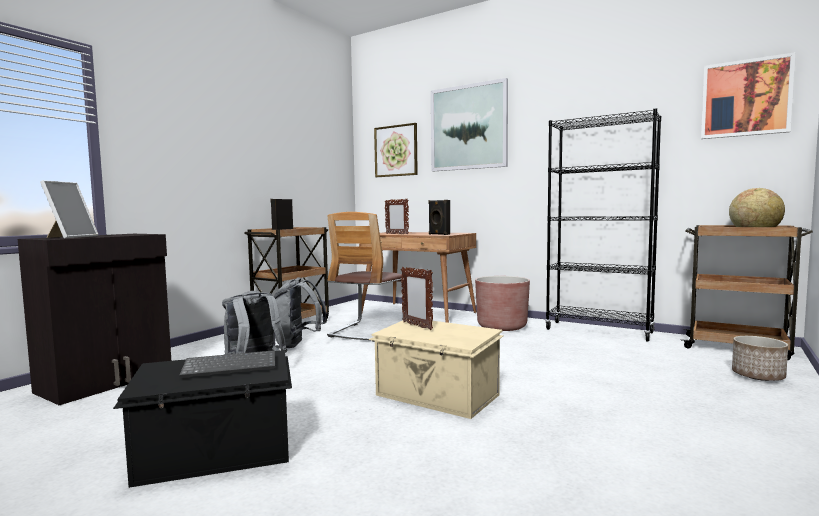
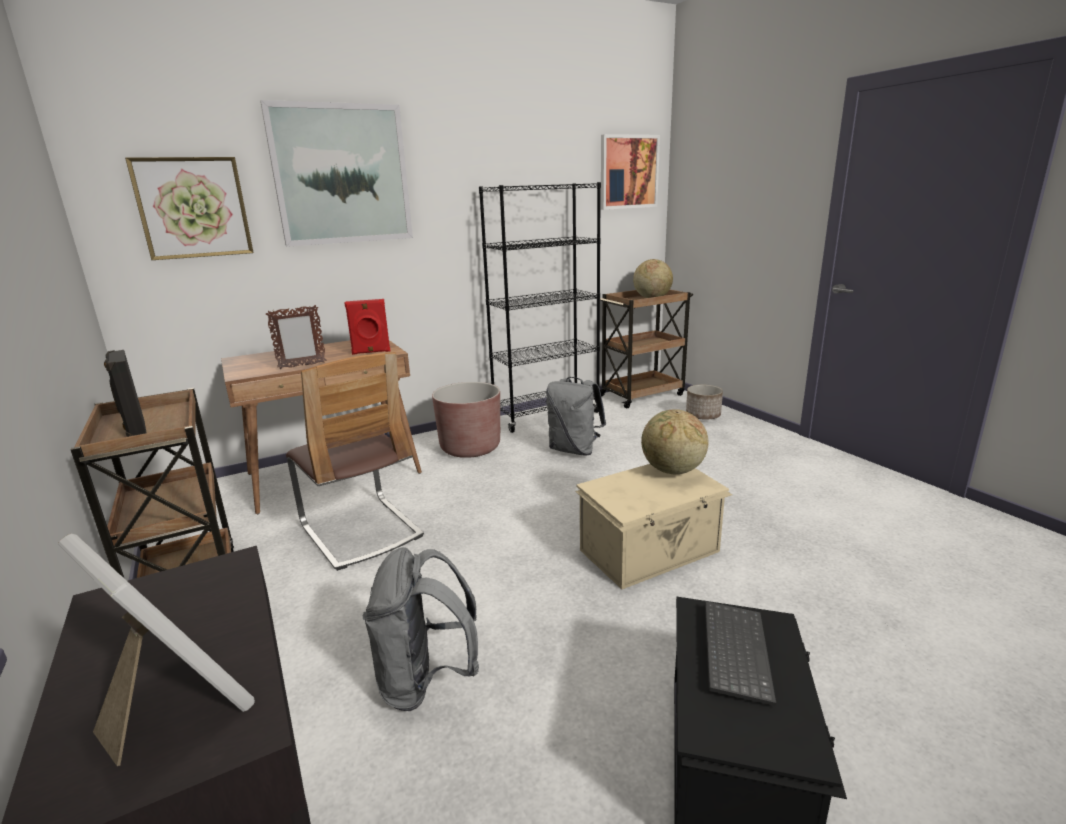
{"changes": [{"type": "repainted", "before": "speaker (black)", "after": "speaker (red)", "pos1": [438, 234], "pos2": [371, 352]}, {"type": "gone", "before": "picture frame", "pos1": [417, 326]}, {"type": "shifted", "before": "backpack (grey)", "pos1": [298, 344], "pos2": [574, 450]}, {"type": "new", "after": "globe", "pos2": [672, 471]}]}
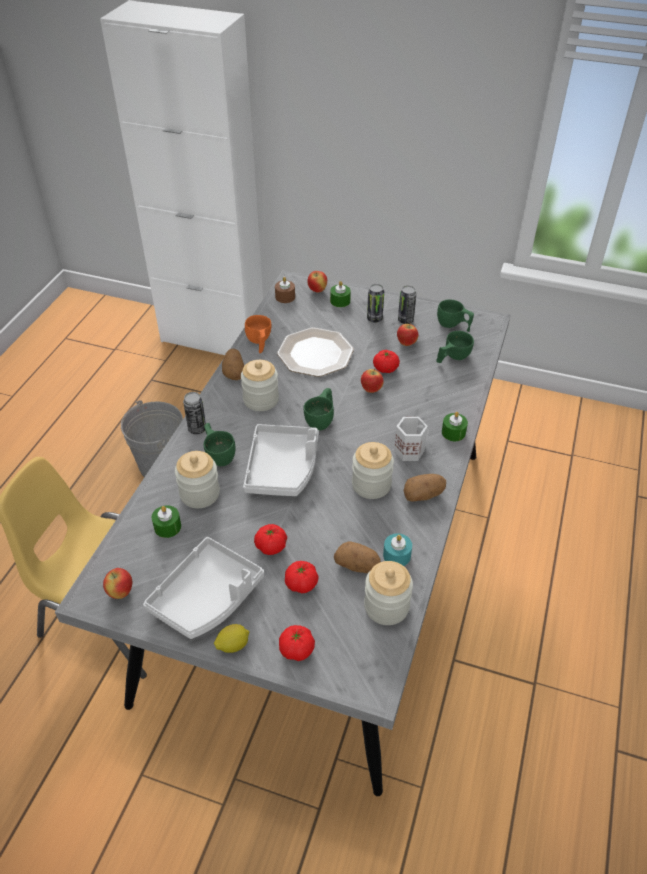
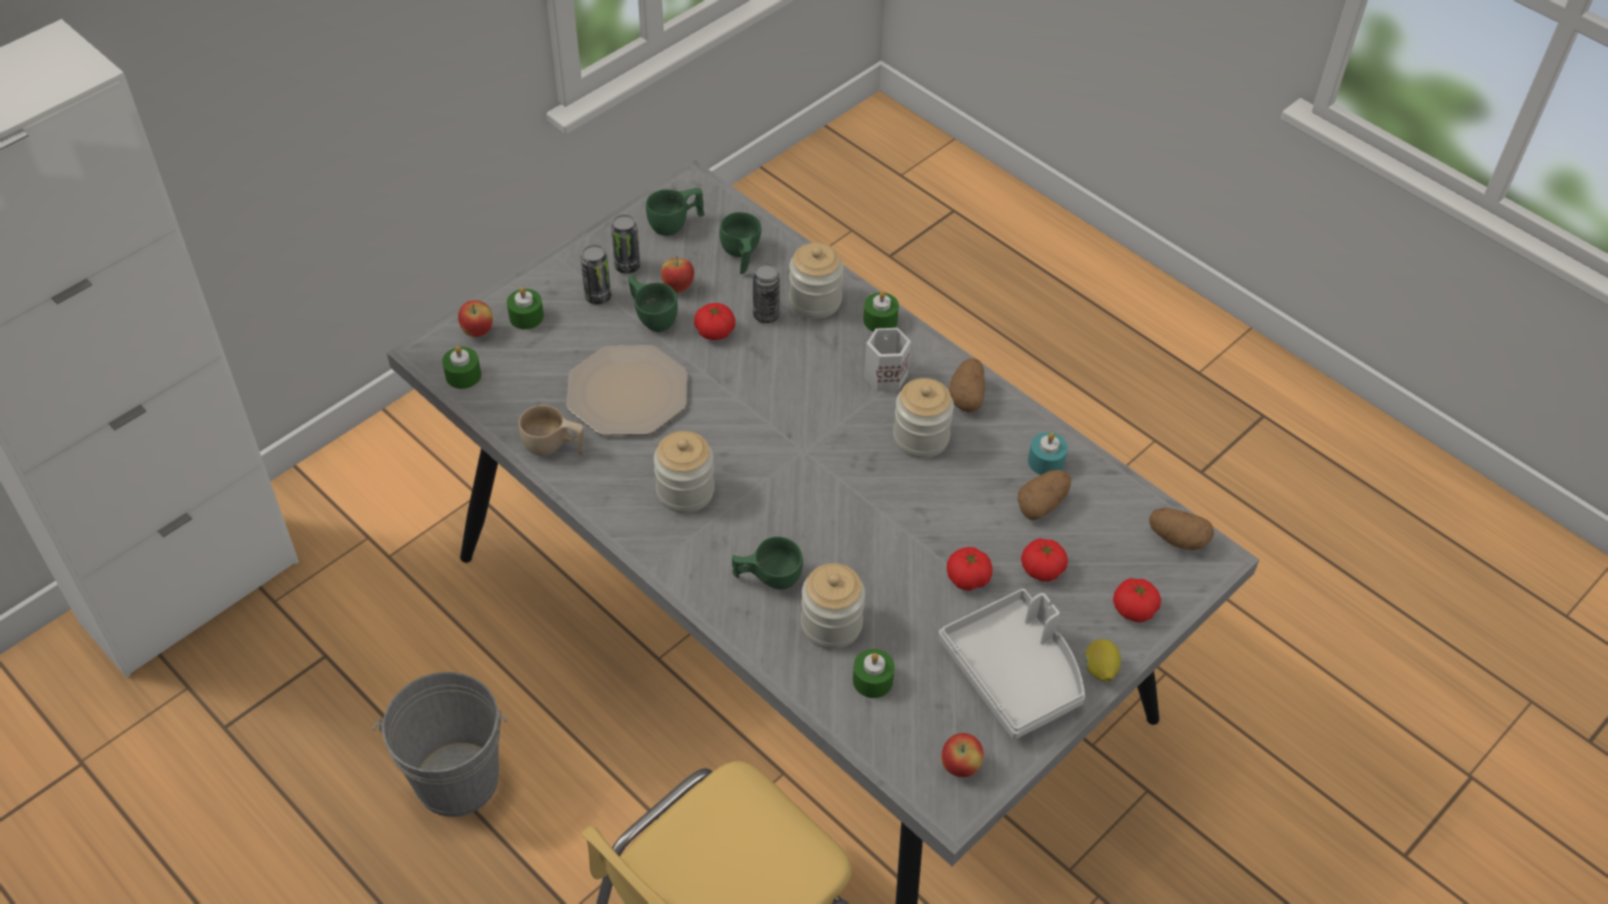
{"changes": [{"type": "repainted", "before": "candle (brown)", "after": "candle (green)", "pos1": [285, 297], "pos2": [463, 375]}, {"type": "repainted", "before": "cup (orange)", "after": "cup (beige)", "pos1": [259, 343], "pos2": [553, 447]}, {"type": "shifted", "before": "potato", "pos1": [234, 372], "pos2": [1177, 539]}, {"type": "gone", "before": "apple", "pos1": [371, 390]}, {"type": "shifted", "before": "cup (green)", "pos1": [322, 419], "pos2": [652, 316]}, {"type": "shifted", "before": "can", "pos1": [197, 429], "pos2": [766, 315]}, {"type": "gone", "before": "tray (grey)", "pos1": [283, 468]}, {"type": "shifted", "before": "jar", "pos1": [386, 606], "pos2": [815, 301]}]}
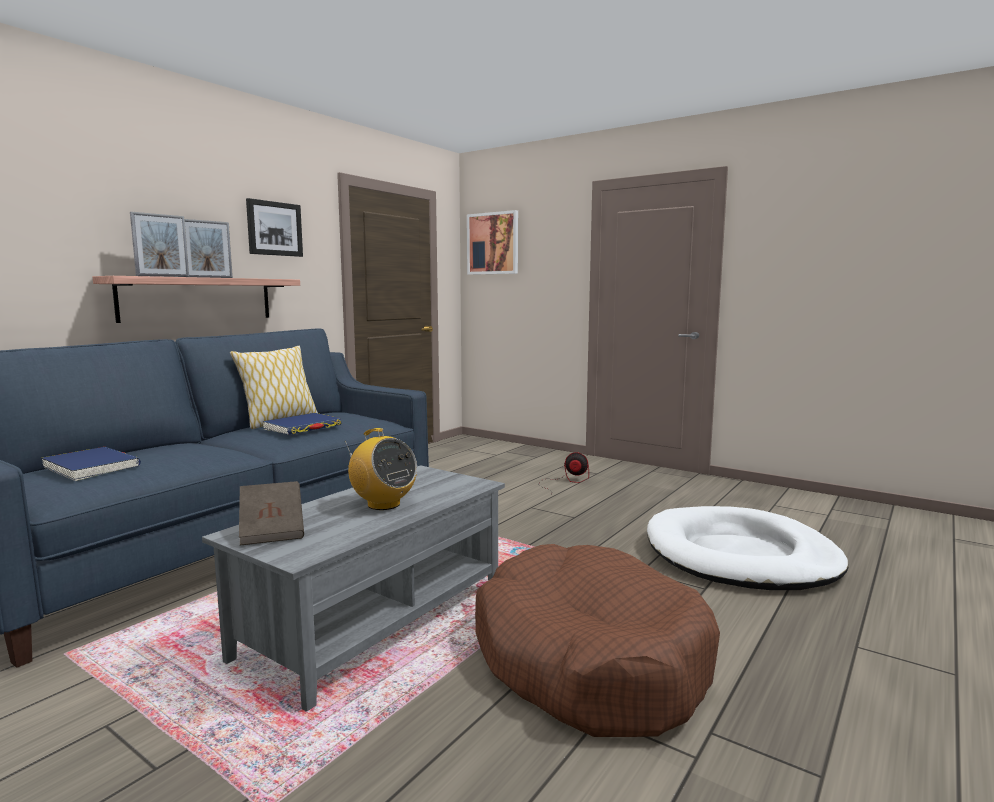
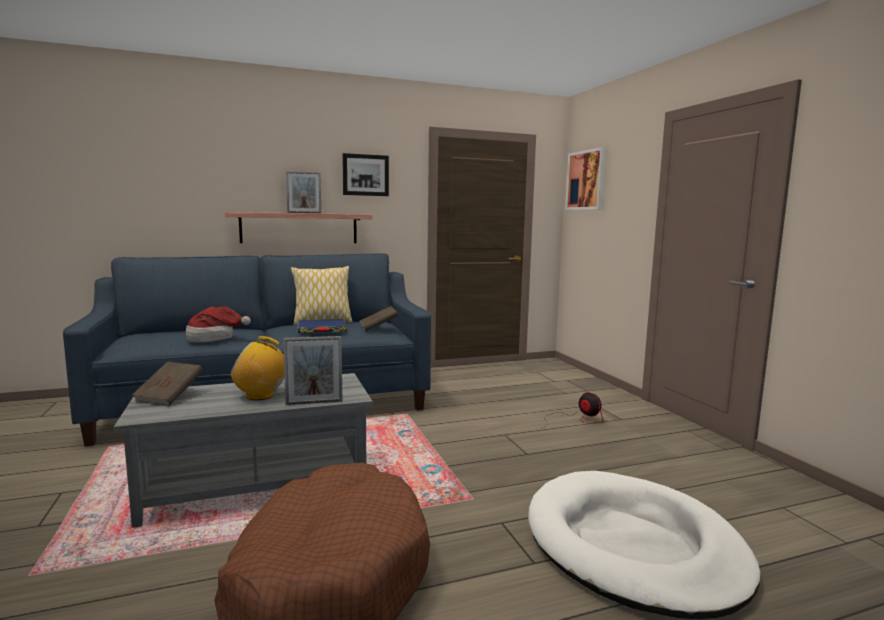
{"changes": [{"type": "shifted", "before": "picture frame", "pos1": [163, 276], "pos2": [314, 402]}, {"type": "rotated", "before": "radio", "pos1": [383, 504], "pos2": [260, 396], "turn": 105}, {"type": "gone", "before": "book (blue)", "pos1": [91, 467]}, {"type": "new", "after": "hat", "pos2": [214, 337]}, {"type": "new", "after": "book (brown)", "pos2": [378, 328]}]}
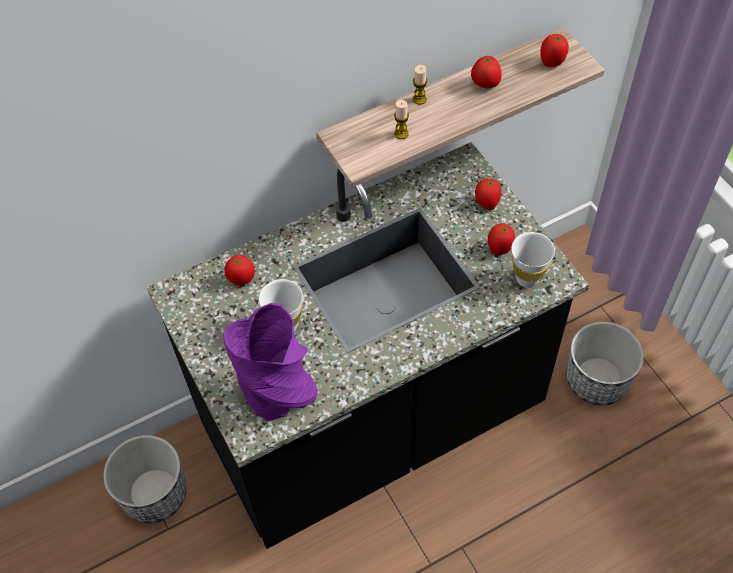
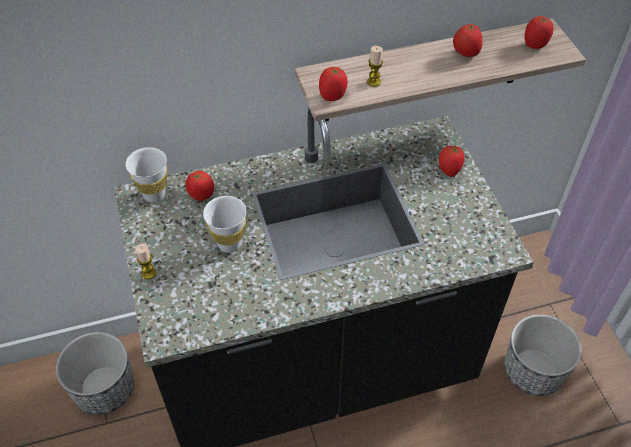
{"changes": [{"type": "shifted", "before": "candle", "pos1": [419, 99], "pos2": [149, 273]}, {"type": "shifted", "before": "tomato", "pos1": [500, 248], "pos2": [333, 96]}, {"type": "shifted", "before": "cup (white)", "pos1": [527, 279], "pos2": [154, 195]}, {"type": "gone", "before": "vase (purple)", "pos1": [277, 391]}]}
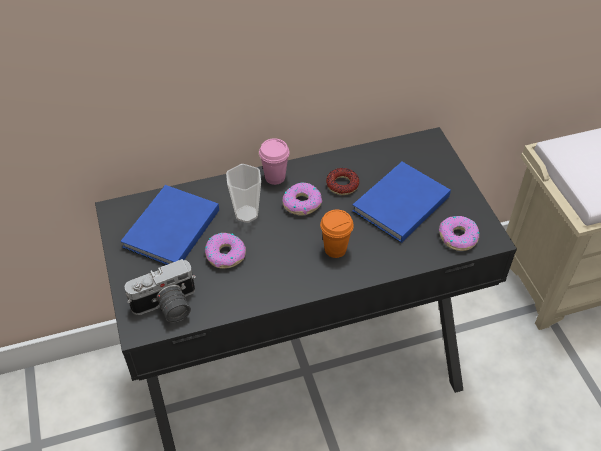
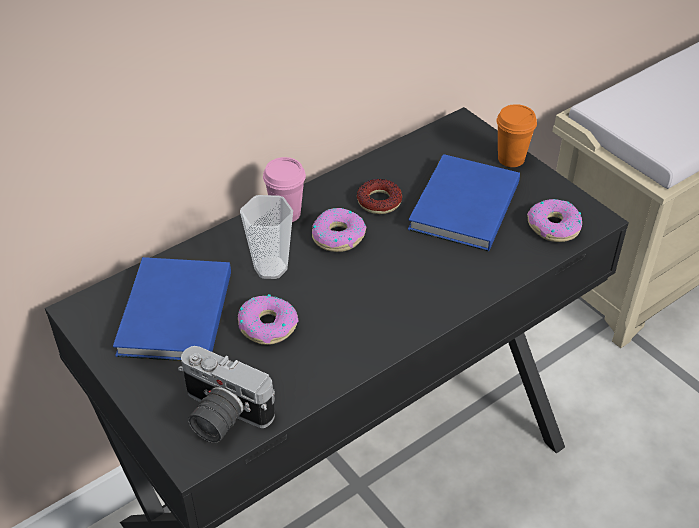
{"changes": [{"type": "shifted", "before": "cup (orange)", "pos1": [335, 249], "pos2": [511, 159]}, {"type": "rotated", "before": "photo camera", "pos1": [167, 307], "pos2": [219, 416], "turn": 75}]}
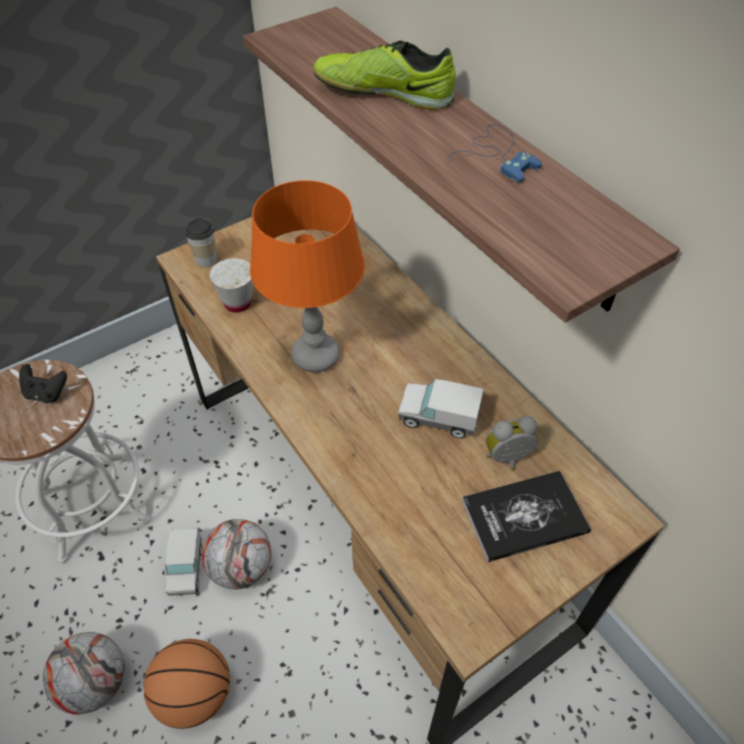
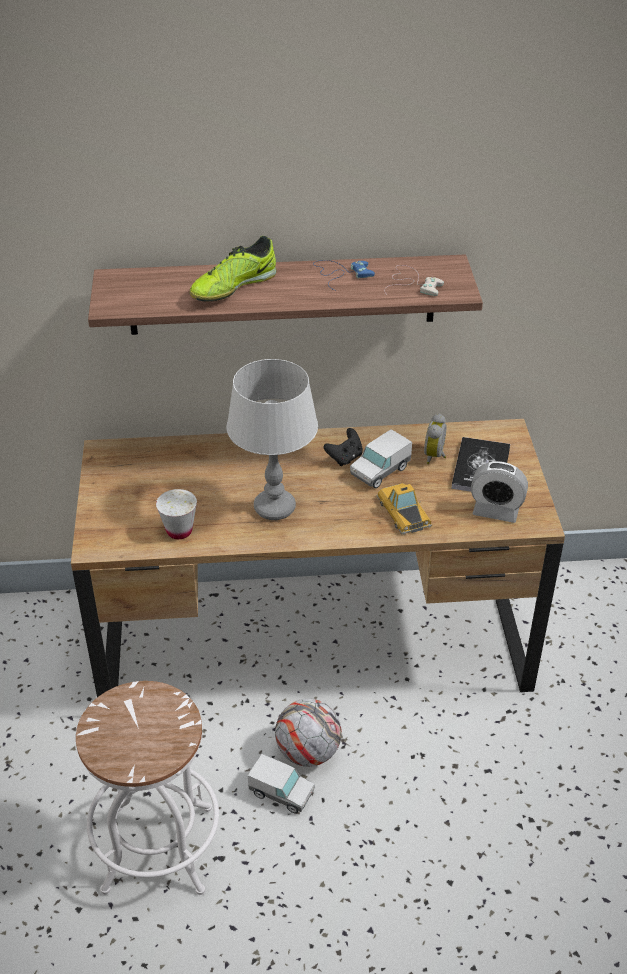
{"changes": [{"type": "repainted", "before": "table lamp (orange)", "after": "table lamp (grey)", "pos1": [316, 356], "pos2": [275, 507]}, {"type": "gone", "before": "cup", "pos1": [206, 260]}, {"type": "shifted", "before": "game controller (black)", "pos1": [46, 393], "pos2": [345, 458]}, {"type": "gone", "before": "football", "pos1": [95, 682]}, {"type": "gone", "before": "basketball", "pos1": [195, 694]}, {"type": "new", "after": "game controller (white)", "pos2": [412, 283]}, {"type": "new", "after": "alarm clock", "pos2": [495, 511]}, {"type": "new", "after": "toy car", "pos2": [403, 511]}]}
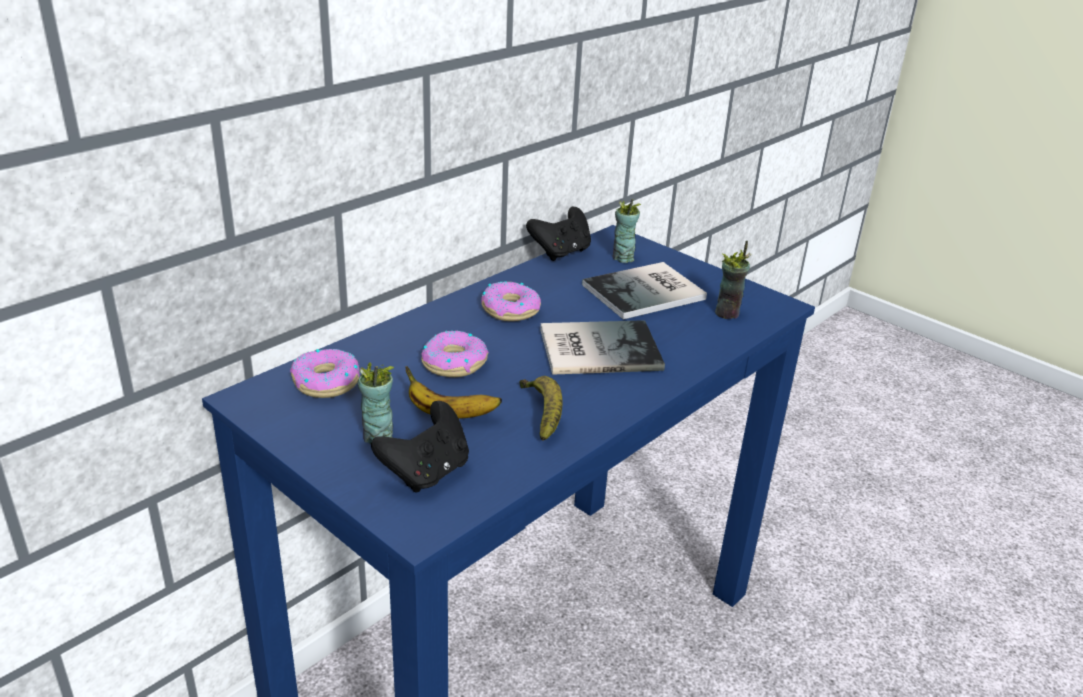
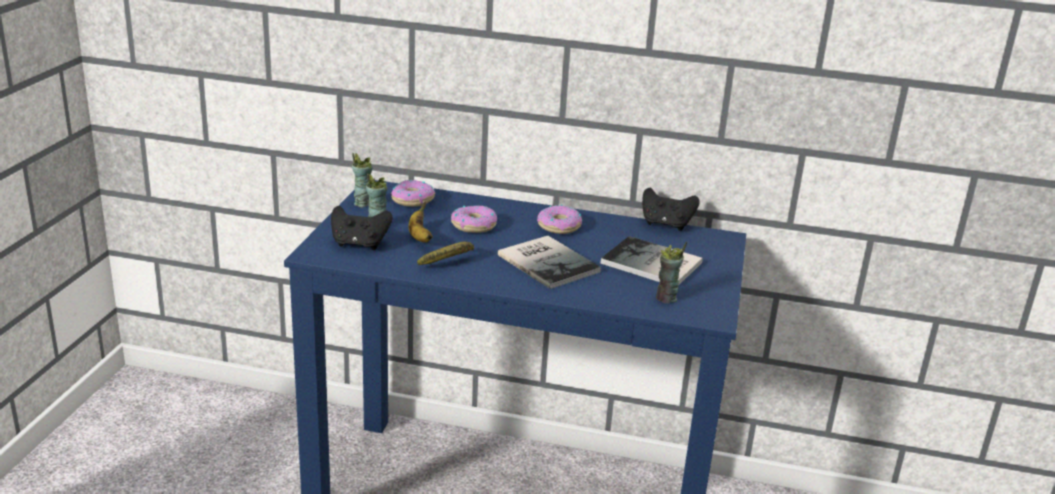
{"changes": [{"type": "shifted", "before": "cup", "pos1": [622, 258], "pos2": [362, 203]}]}
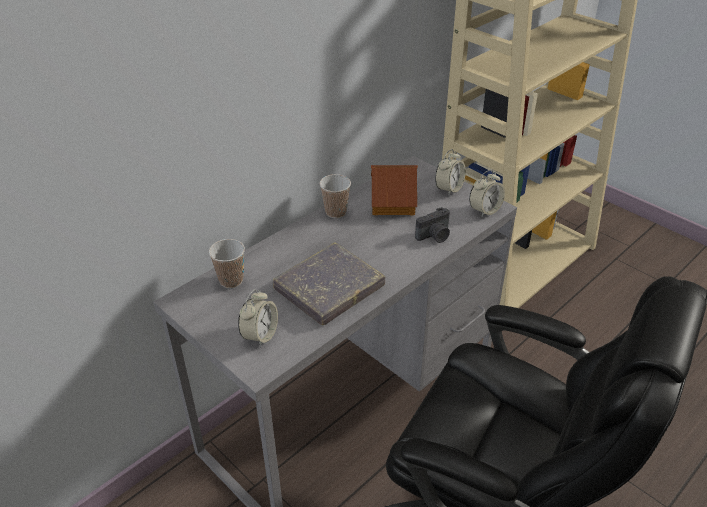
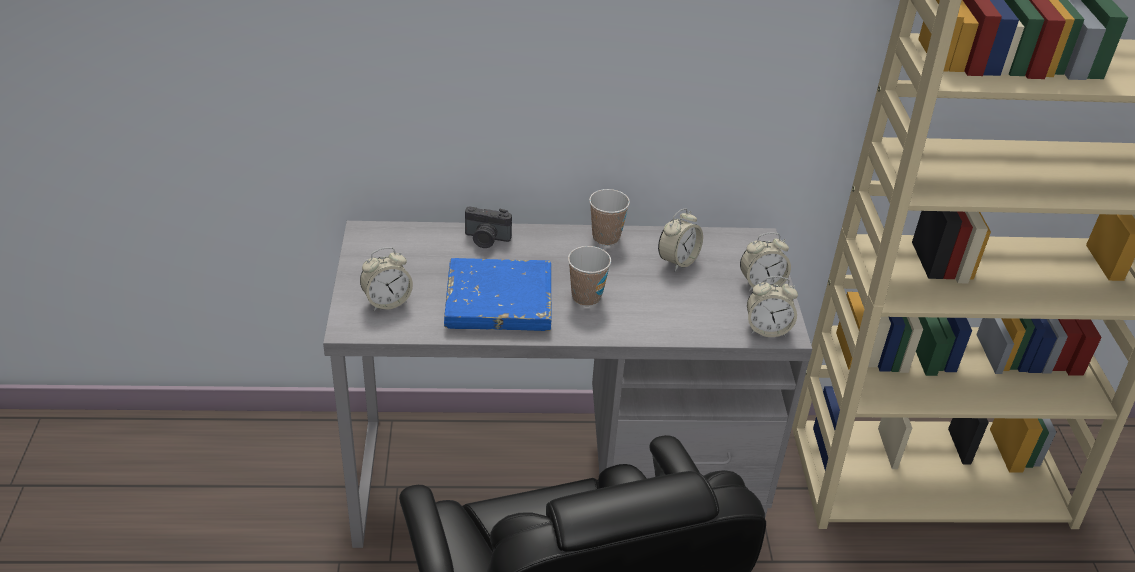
{"changes": [{"type": "swapped", "before": "toy house", "after": "alarm clock", "pos1": [391, 202], "pos2": [678, 261]}, {"type": "shifted", "before": "photo camera", "pos1": [434, 236], "pos2": [486, 239]}, {"type": "shifted", "before": "cup", "pos1": [231, 280], "pos2": [586, 297]}, {"type": "repainted", "before": "book (grey)", "after": "book (blue)", "pos1": [329, 288], "pos2": [499, 301]}]}
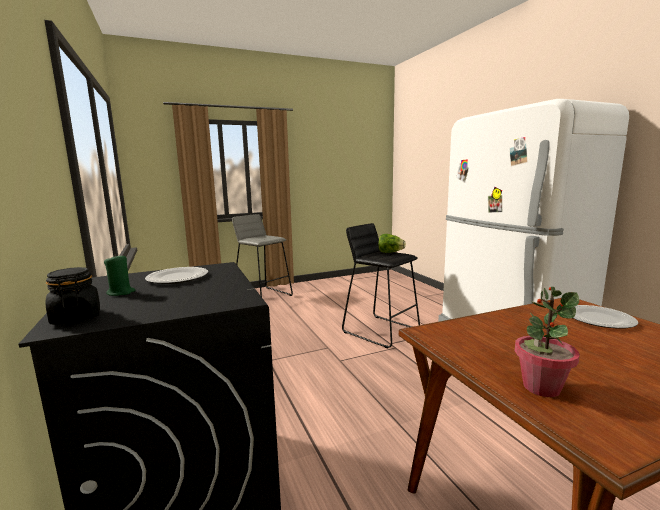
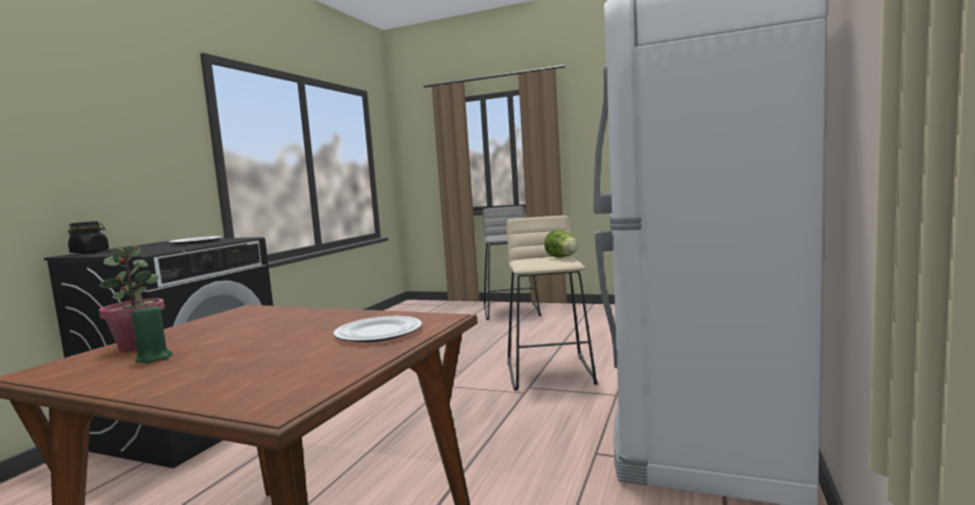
{"changes": [{"type": "repainted", "before": "stool (black)", "after": "stool (beige)", "pos1": [381, 330], "pos2": [550, 372]}, {"type": "shifted", "before": "candle (green)", "pos1": [121, 292], "pos2": [154, 358]}]}
